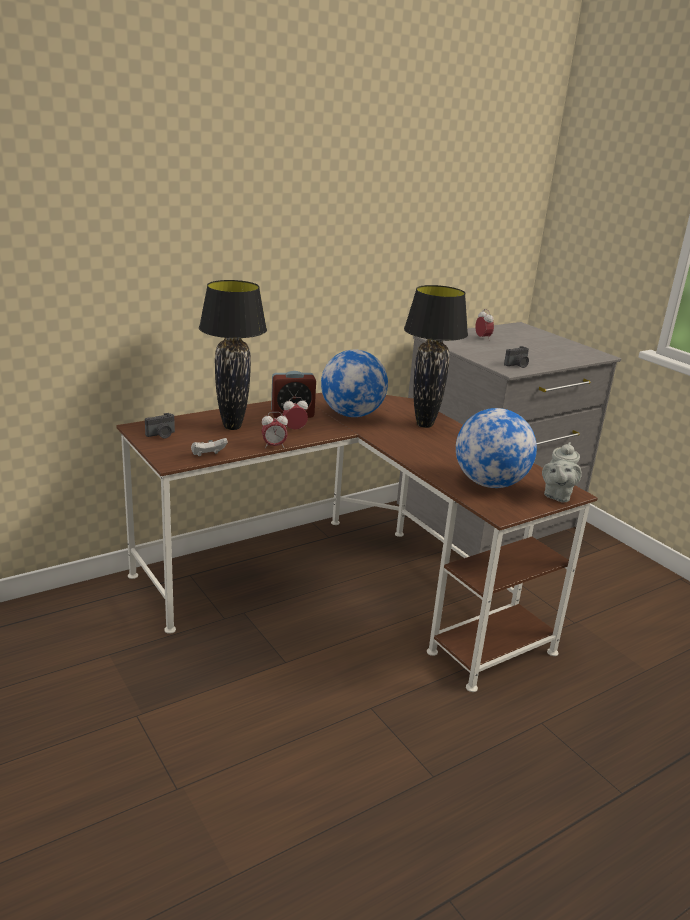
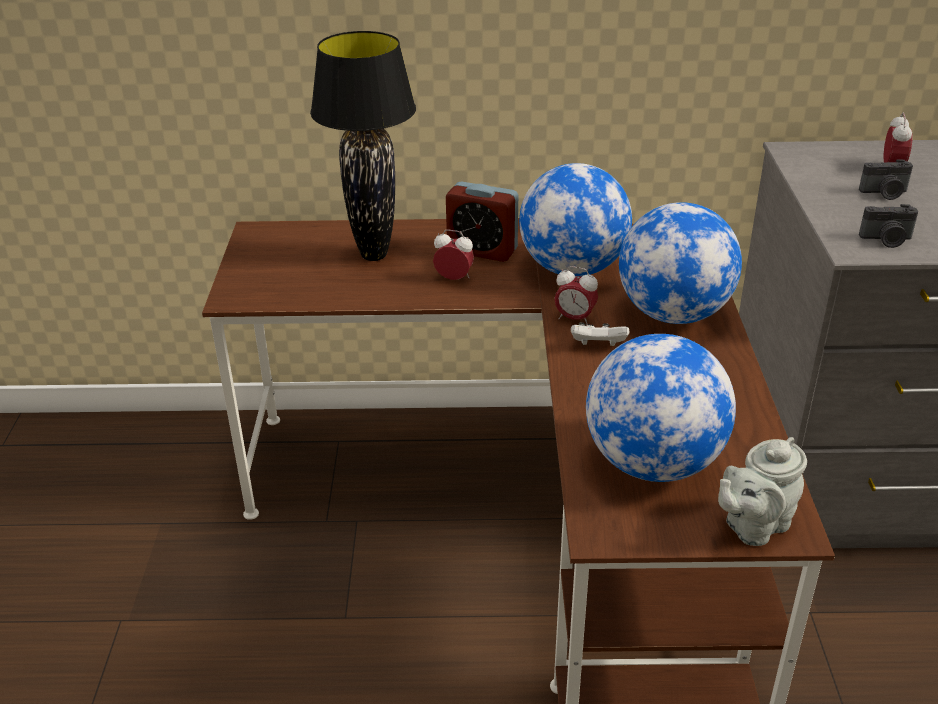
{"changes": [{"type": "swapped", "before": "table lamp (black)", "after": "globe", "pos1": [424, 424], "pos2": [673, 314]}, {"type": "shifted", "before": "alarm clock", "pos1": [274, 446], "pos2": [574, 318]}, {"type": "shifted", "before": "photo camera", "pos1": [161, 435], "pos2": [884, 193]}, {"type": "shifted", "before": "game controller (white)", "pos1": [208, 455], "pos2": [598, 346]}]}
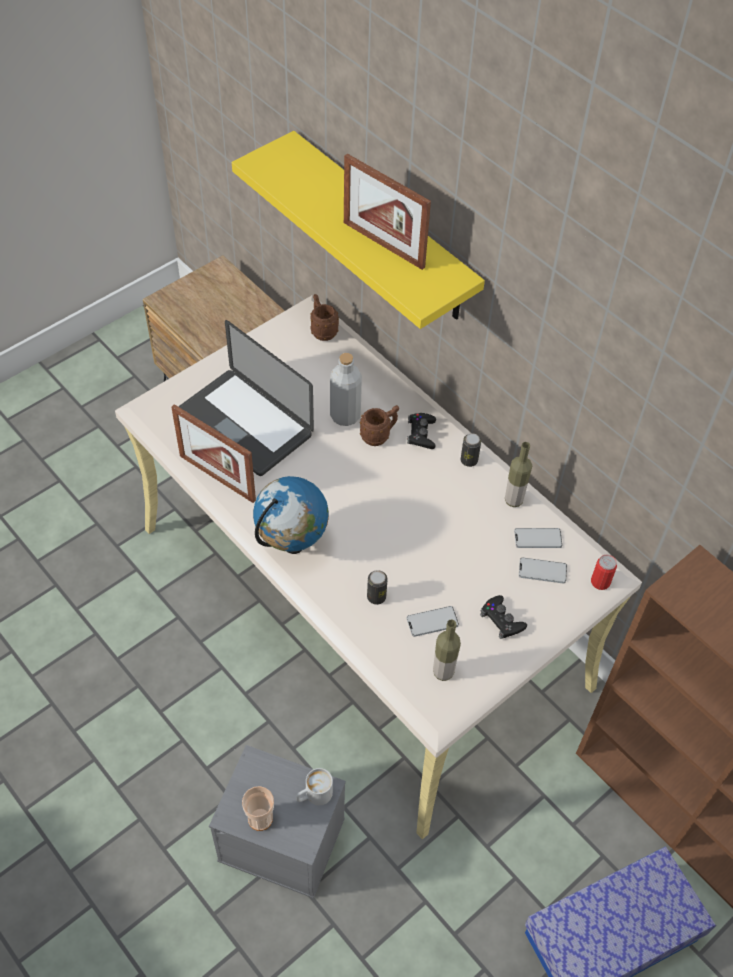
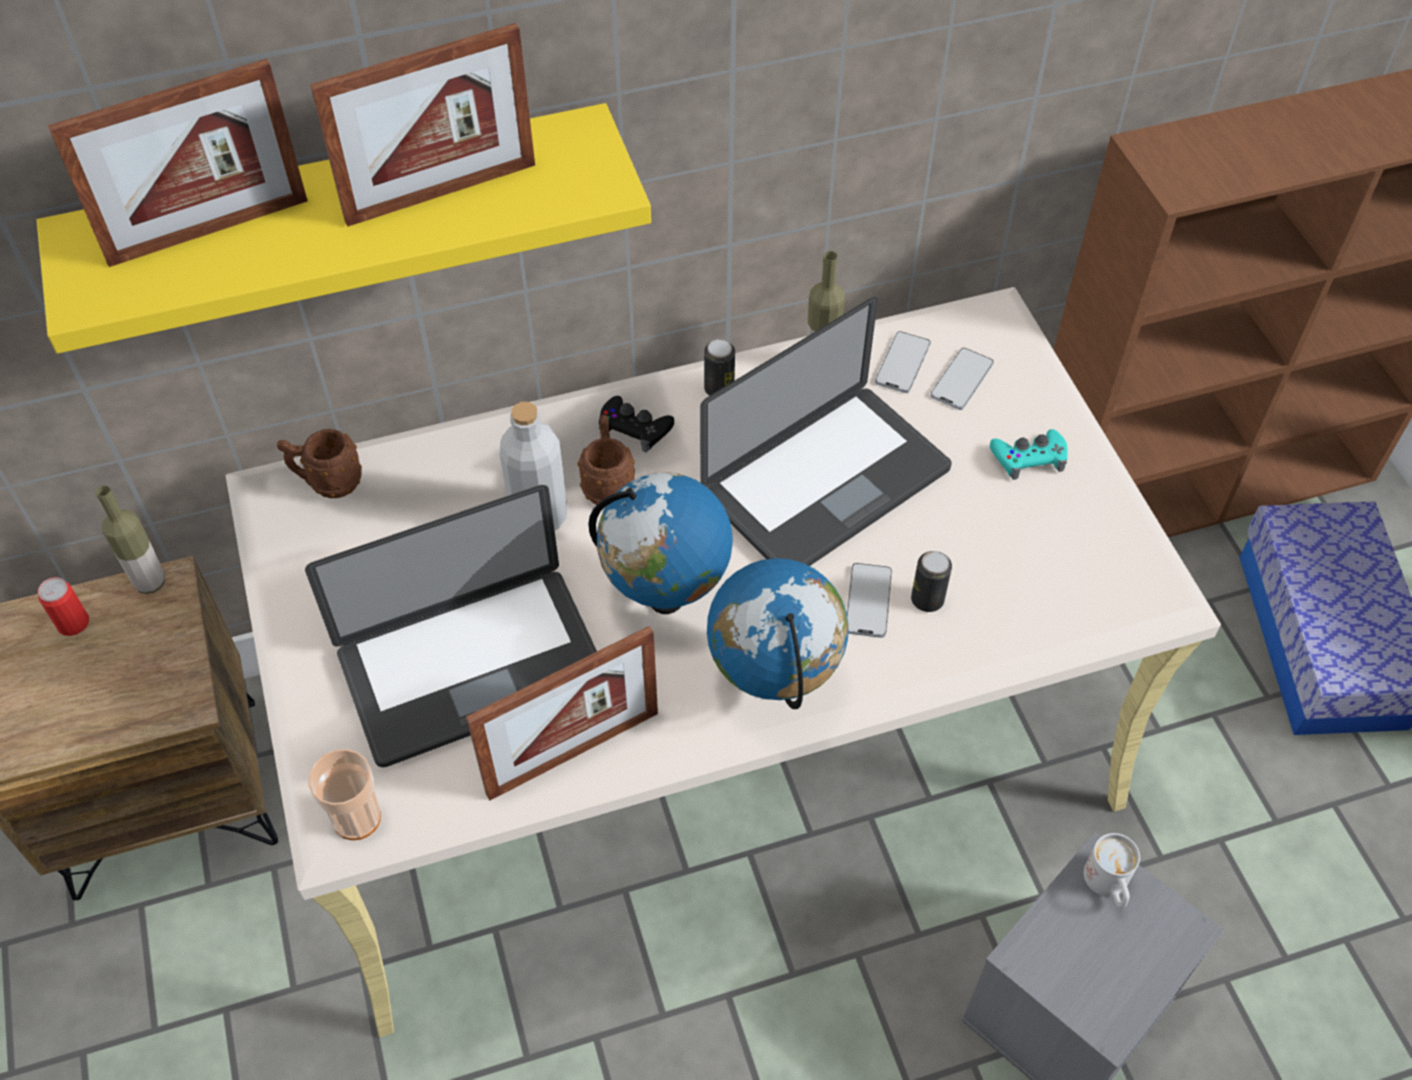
{"changes": [{"type": "shifted", "before": "can", "pos1": [600, 582], "pos2": [73, 623]}, {"type": "repainted", "before": "game controller (black)", "after": "game controller (turquoise)", "pos1": [502, 620], "pos2": [1029, 458]}, {"type": "shifted", "before": "phone", "pos1": [432, 622], "pos2": [868, 601]}, {"type": "shifted", "before": "bottle", "pos1": [443, 672], "pos2": [150, 582]}, {"type": "shifted", "before": "cup", "pos1": [260, 818], "pos2": [357, 818]}, {"type": "new", "after": "picture frame", "pos2": [208, 230]}, {"type": "new", "after": "laptop", "pos2": [826, 483]}, {"type": "new", "after": "globe", "pos2": [666, 597]}]}
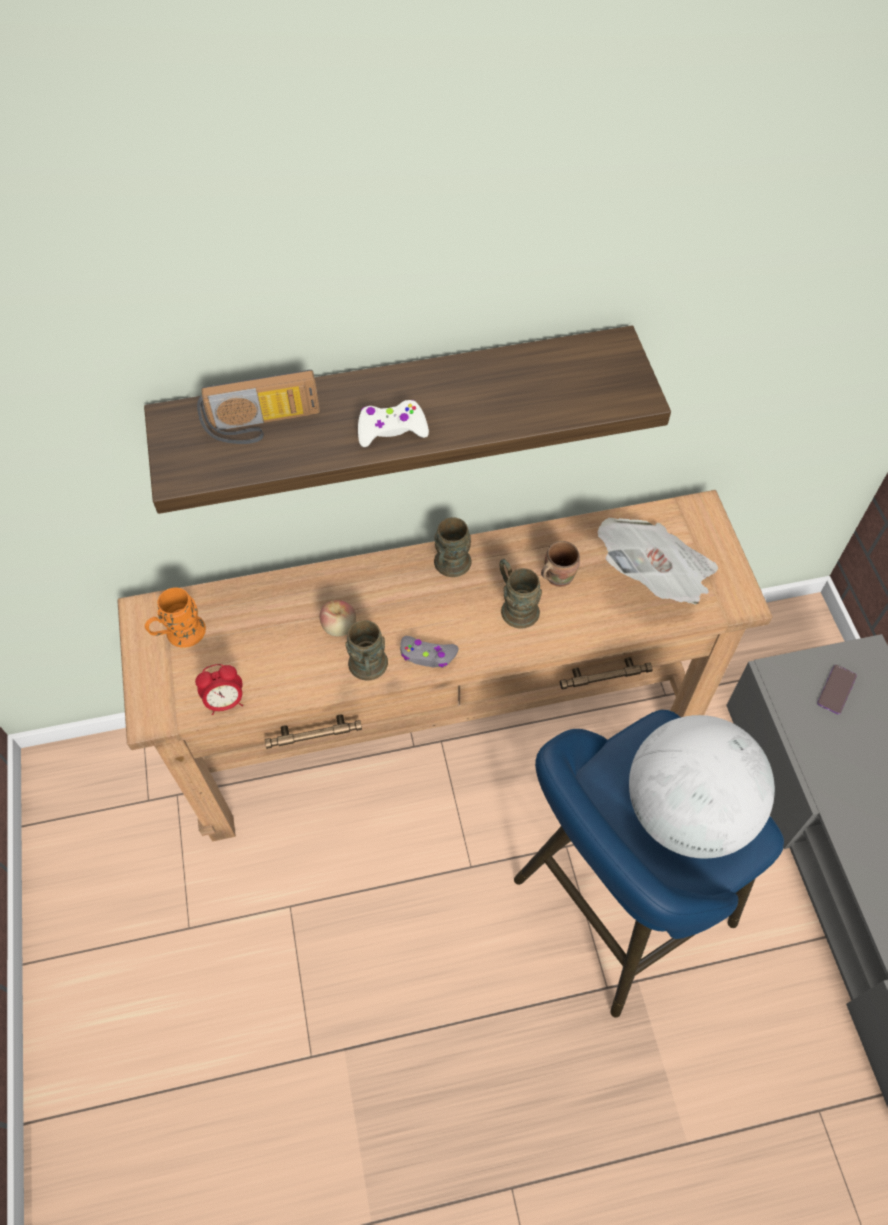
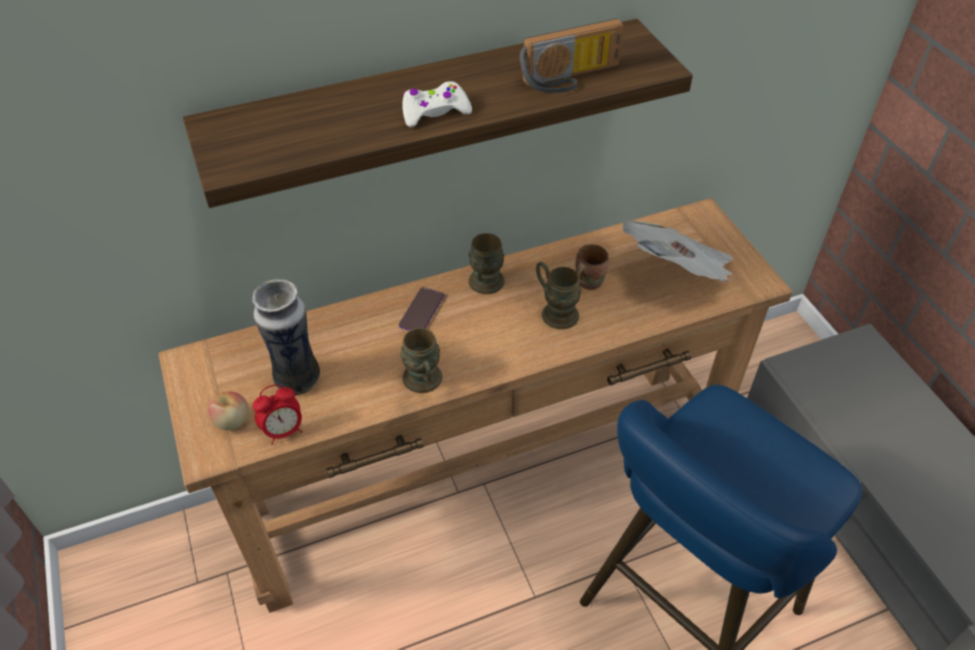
{"changes": [{"type": "shifted", "before": "radio", "pos1": [262, 426], "pos2": [571, 78]}, {"type": "gone", "before": "mug (orange)", "pos1": [179, 635]}, {"type": "shifted", "before": "apple", "pos1": [339, 627], "pos2": [232, 421]}, {"type": "gone", "before": "game controller (grey)", "pos1": [427, 655]}, {"type": "shifted", "before": "phone", "pos1": [836, 690], "pos2": [421, 311]}, {"type": "gone", "before": "globe", "pos1": [686, 811]}, {"type": "new", "after": "vase", "pos2": [297, 379]}]}
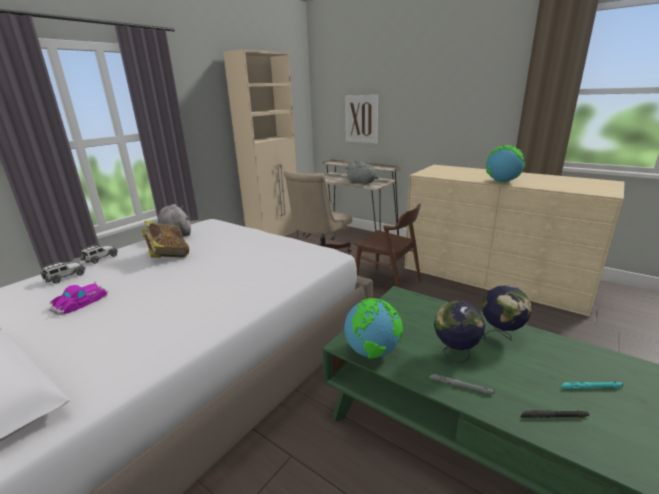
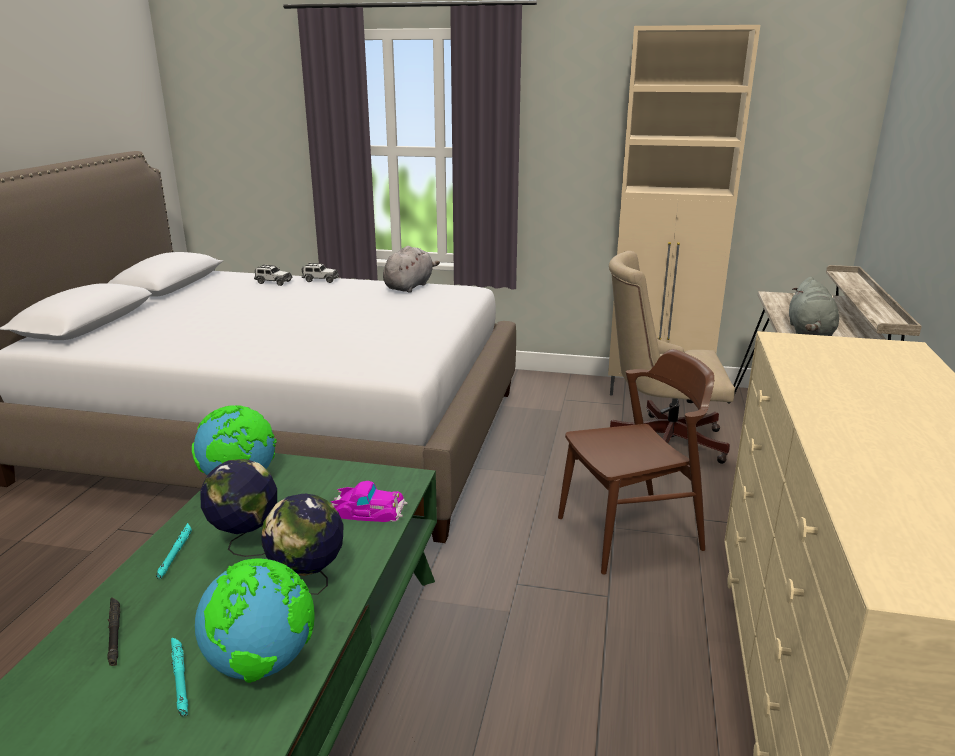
{"changes": [{"type": "gone", "before": "picture", "pos1": [361, 119]}, {"type": "shifted", "before": "globe", "pos1": [501, 182], "pos2": [262, 664]}, {"type": "rotated", "before": "chair (brown)", "pos1": [388, 284], "pos2": [630, 533], "turn": -120}, {"type": "gone", "before": "book", "pos1": [168, 256]}, {"type": "shifted", "before": "toy car", "pos1": [80, 302], "pos2": [368, 510]}, {"type": "repainted", "before": "flashlight (grey)", "after": "flashlight (turquoise)", "pos1": [460, 386], "pos2": [175, 553]}]}
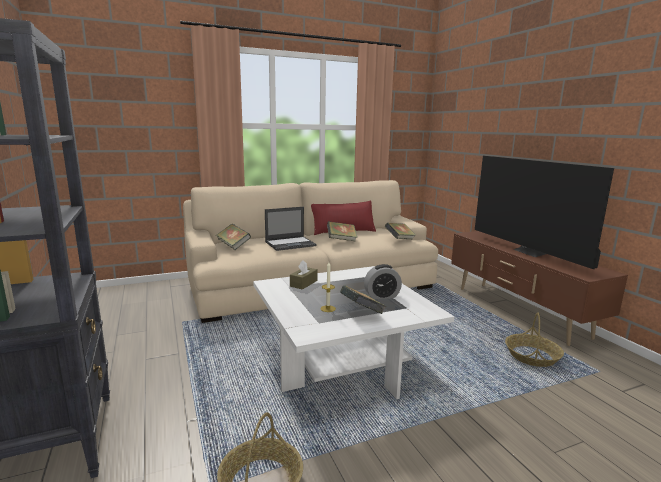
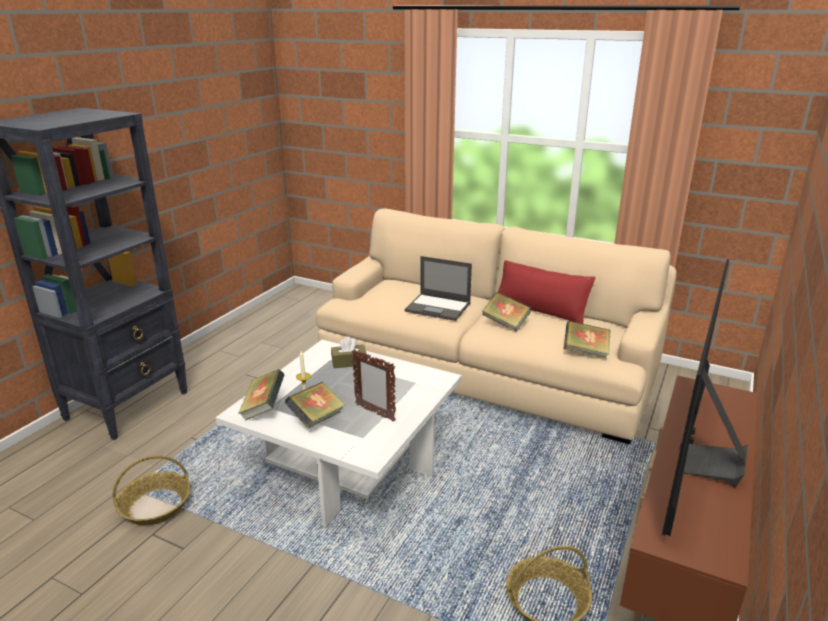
{"changes": [{"type": "shifted", "before": "book", "pos1": [233, 246], "pos2": [263, 408]}, {"type": "swapped", "before": "alarm clock", "after": "picture frame", "pos1": [382, 296], "pos2": [374, 413]}]}
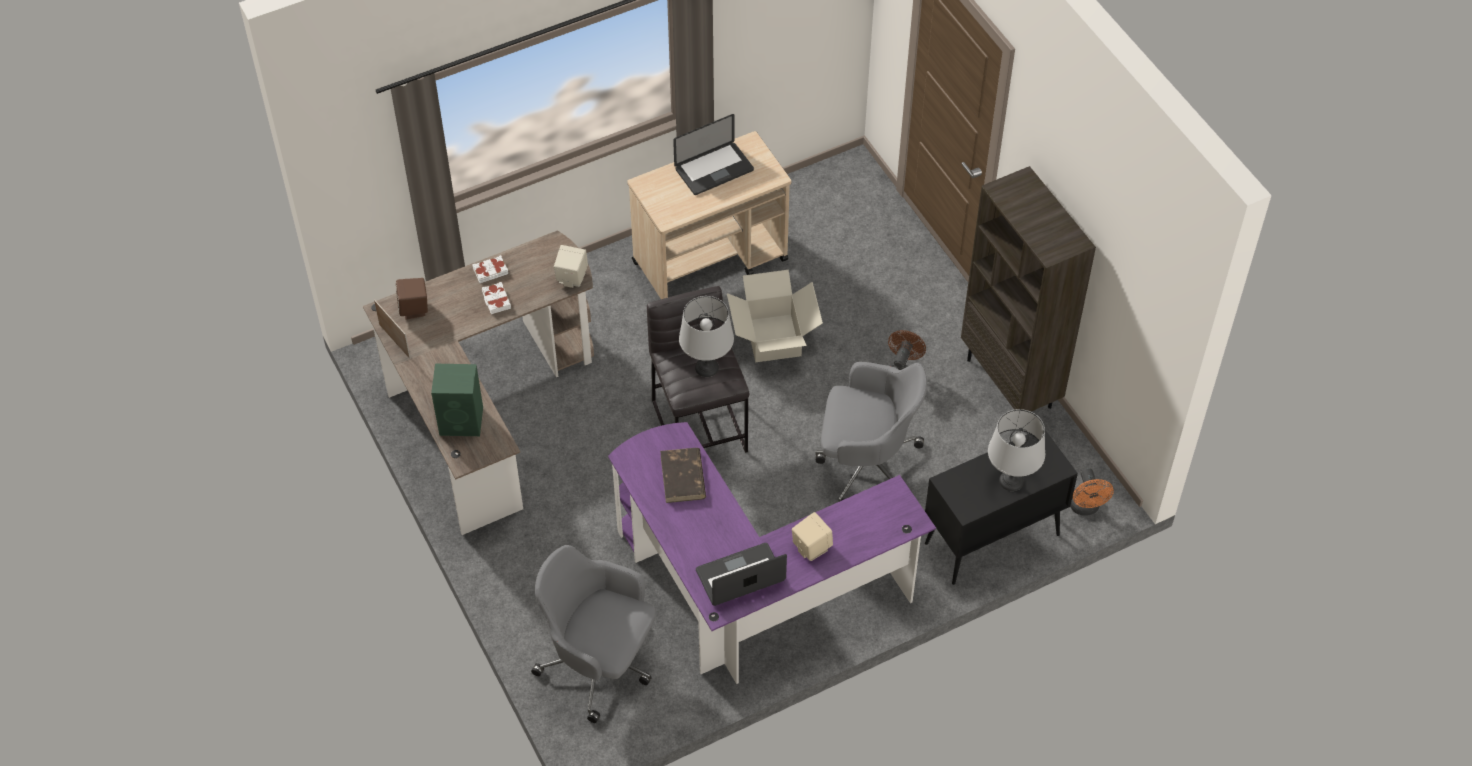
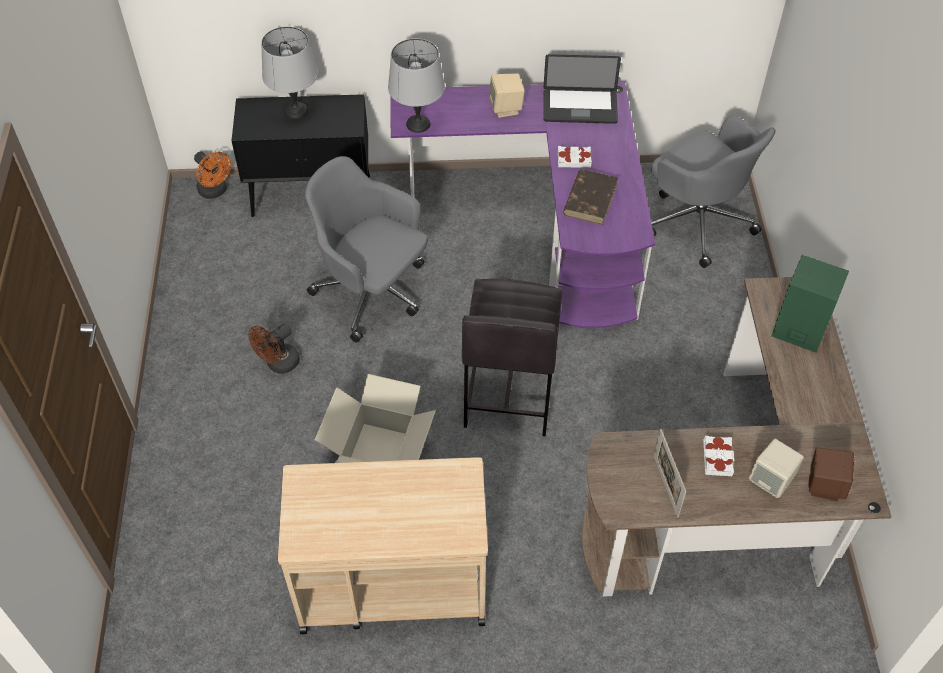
{"changes": [{"type": "gone", "before": "laptop", "pos1": [714, 170]}, {"type": "gone", "before": "bookcase (brown)", "pos1": [1010, 383]}, {"type": "shifted", "before": "speaker (beige)", "pos1": [571, 278], "pos2": [771, 480]}, {"type": "shifted", "before": "book (white)", "pos1": [490, 272], "pos2": [574, 159]}, {"type": "shifted", "before": "table lamp (grey)", "pos1": [707, 367], "pos2": [417, 124]}, {"type": "shifted", "before": "picture frame", "pos1": [394, 341], "pos2": [665, 486]}, {"type": "rotated", "before": "fan (orange)", "pos1": [1085, 508], "pos2": [215, 191], "turn": 120}]}
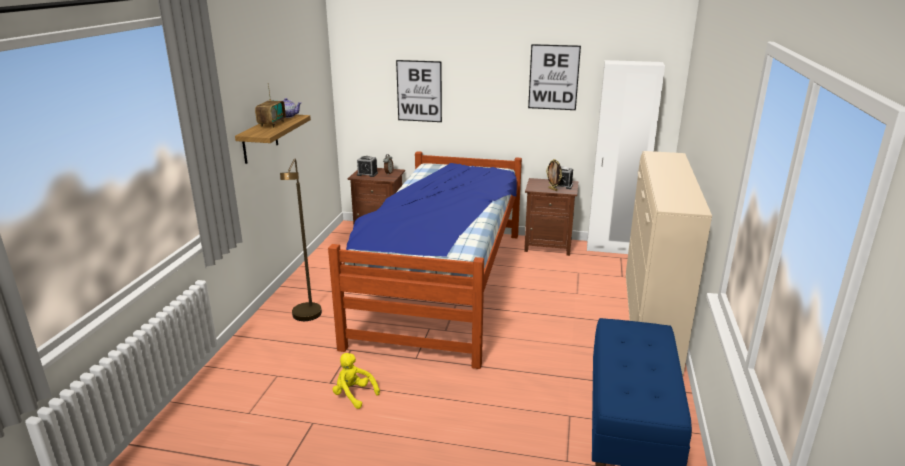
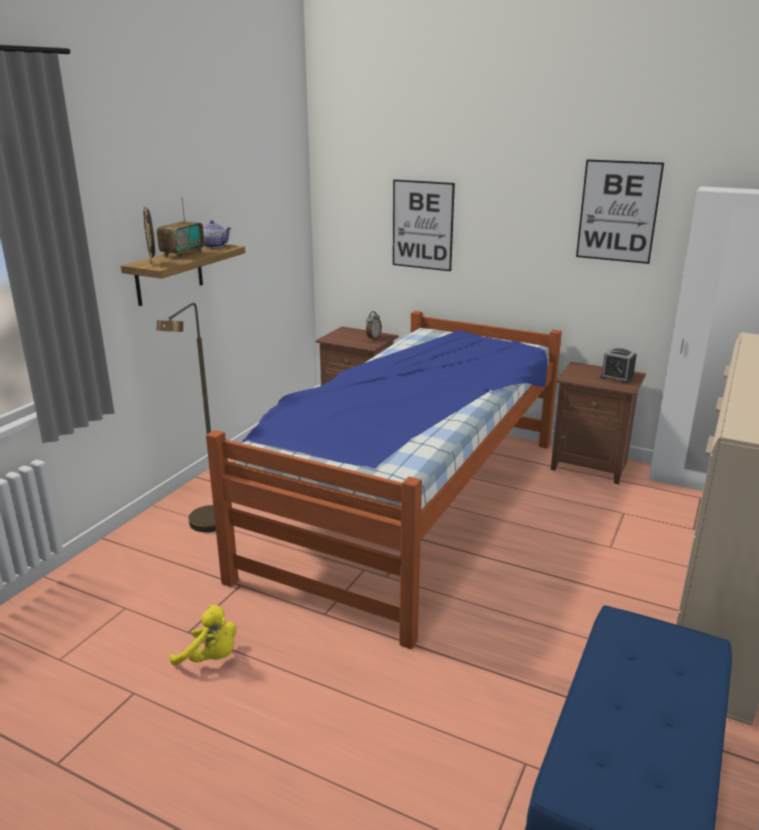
{"changes": [{"type": "gone", "before": "alarm clock", "pos1": [367, 174]}, {"type": "shifted", "before": "picture frame", "pos1": [553, 189], "pos2": [153, 264]}, {"type": "rotated", "before": "plush toy (yellow)", "pos1": [353, 395], "pos2": [211, 658], "turn": 150}]}
